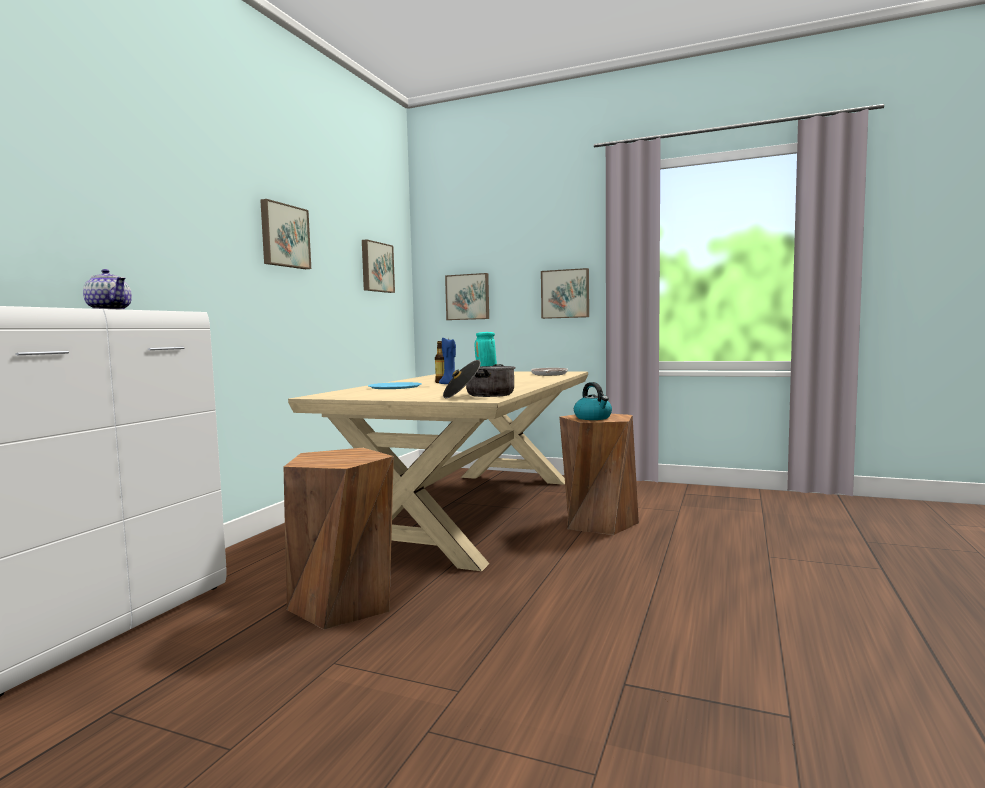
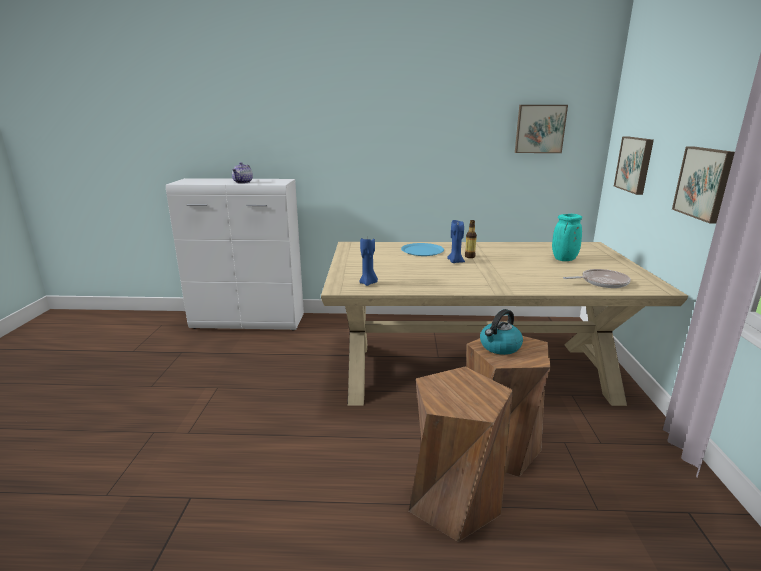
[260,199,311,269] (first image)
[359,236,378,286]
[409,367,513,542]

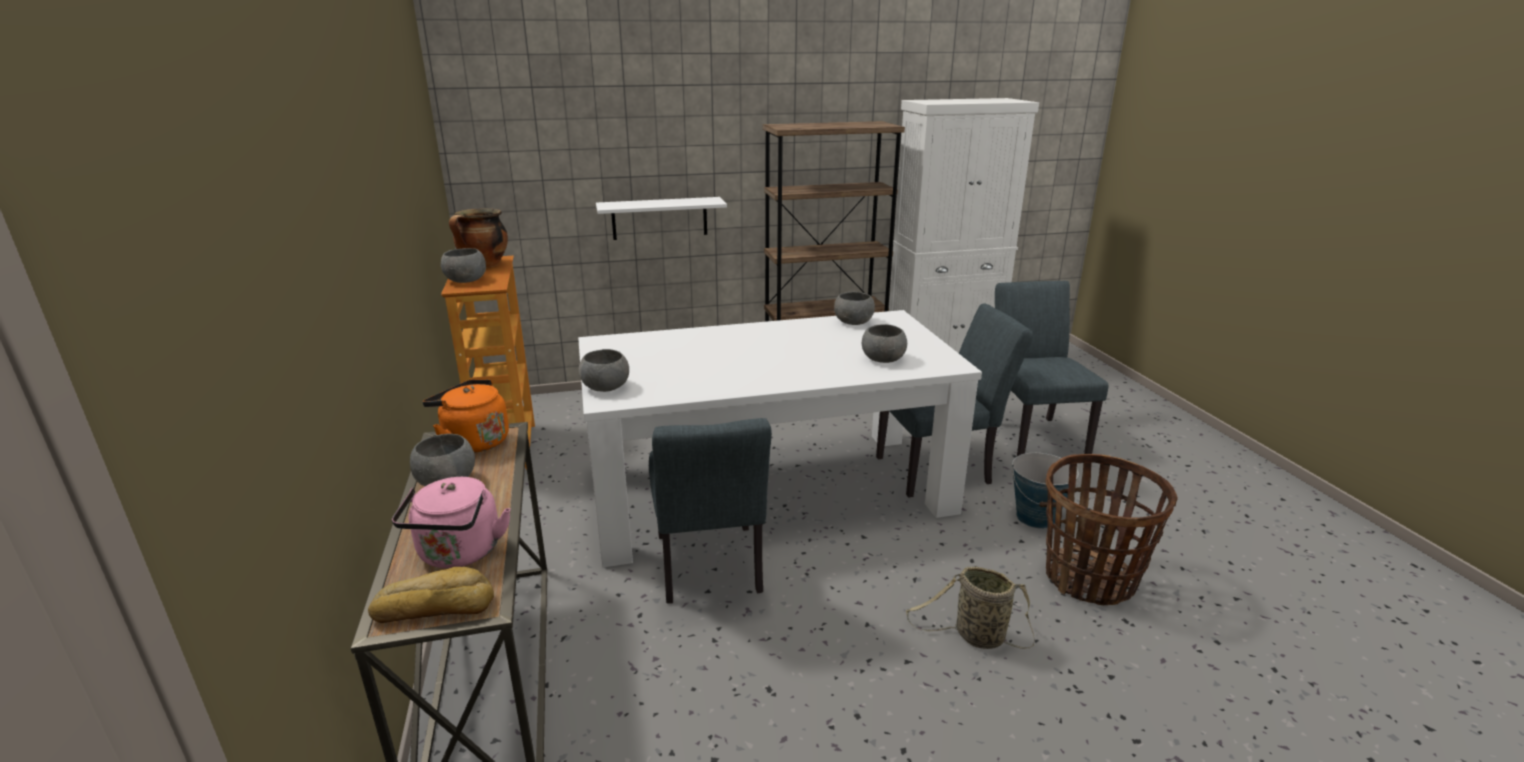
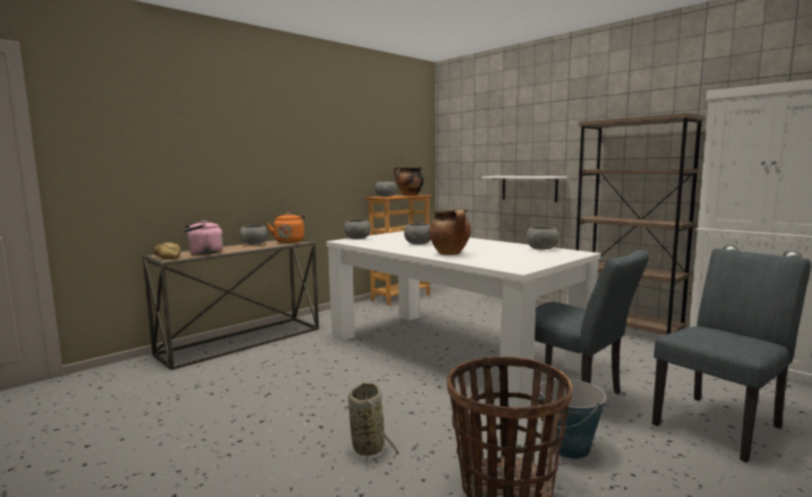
[404,223,431,245]
[649,418,772,603] (first image)
[429,209,471,255]

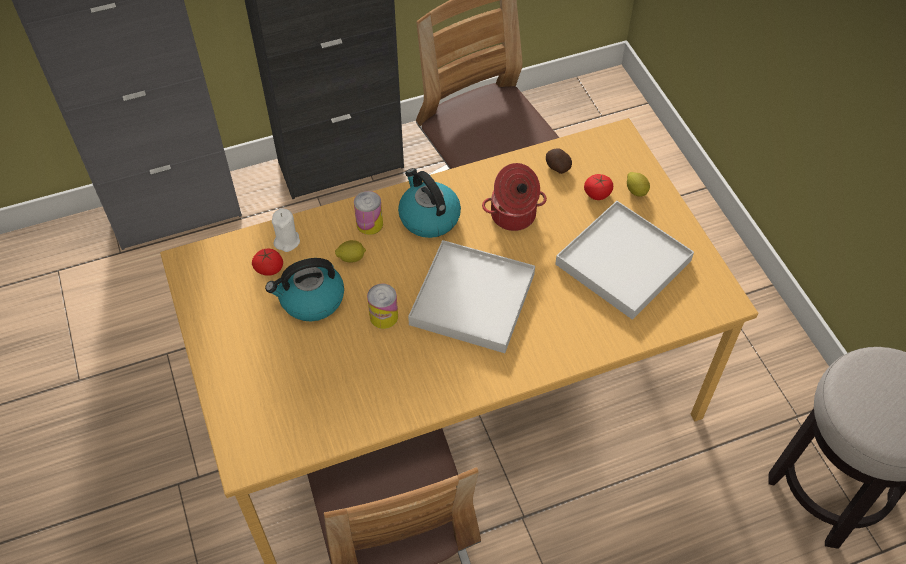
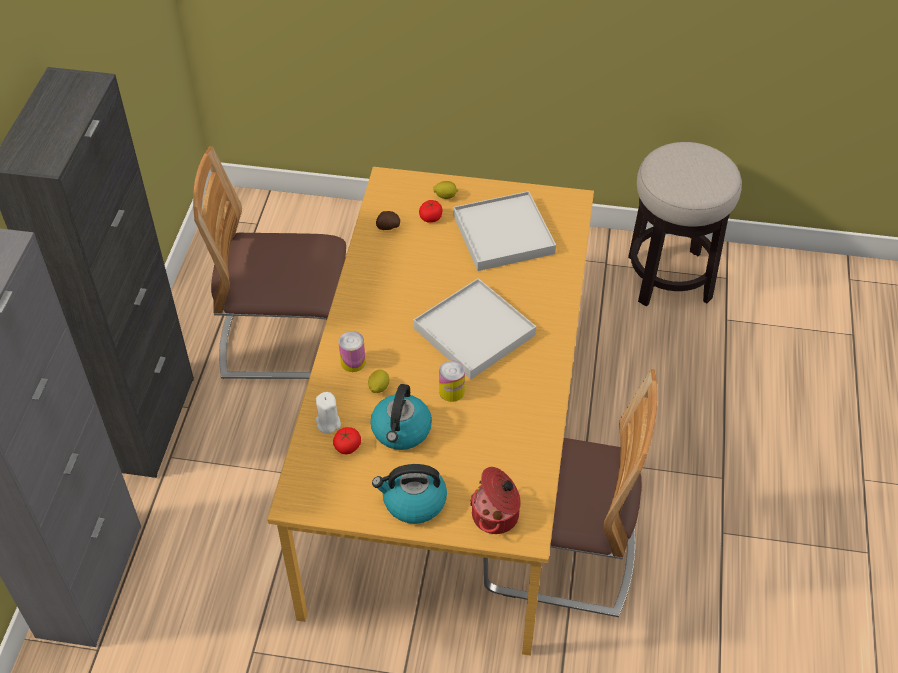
[470,467,521,534]
[372,464,447,524]

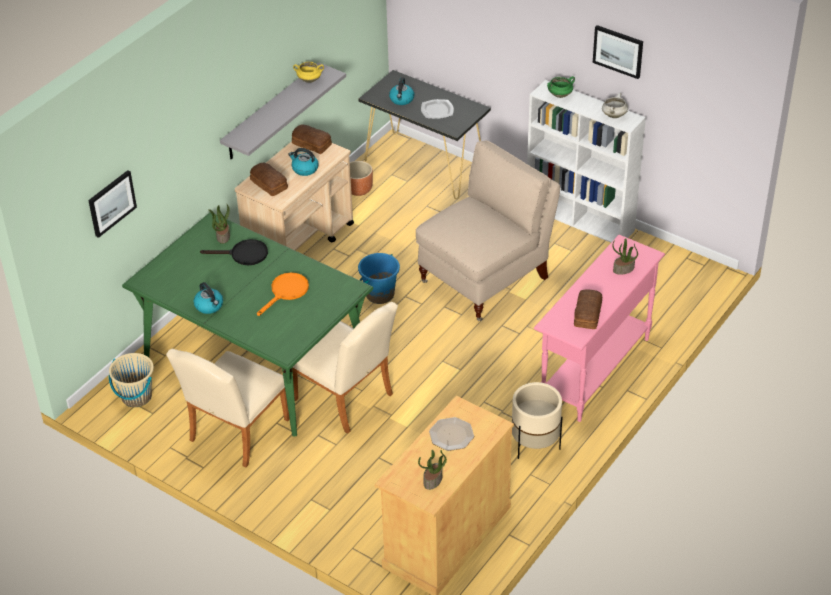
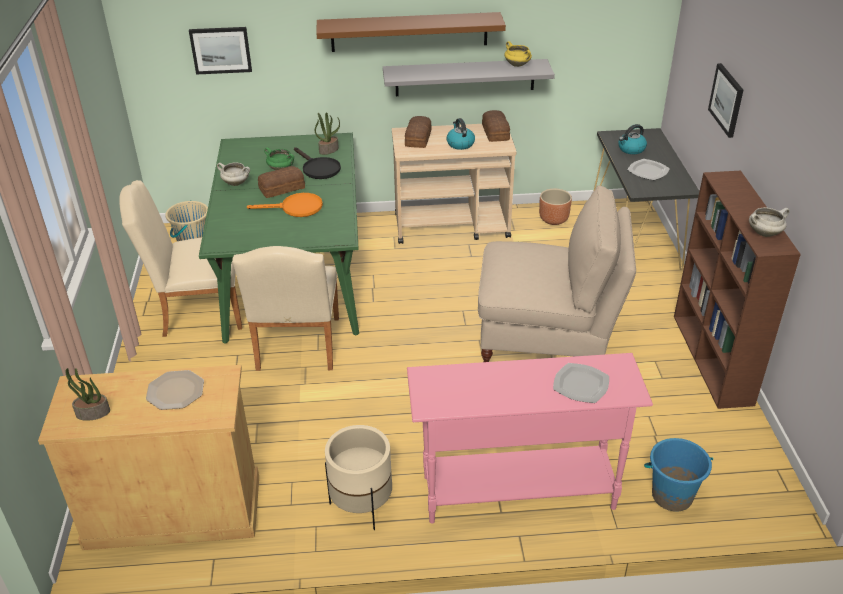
[708,63,743,138]
[264,147,294,170]
[674,171,801,409]
[553,363,609,403]
[644,438,713,512]
[217,162,250,186]
[258,166,305,198]
[316,12,506,52]

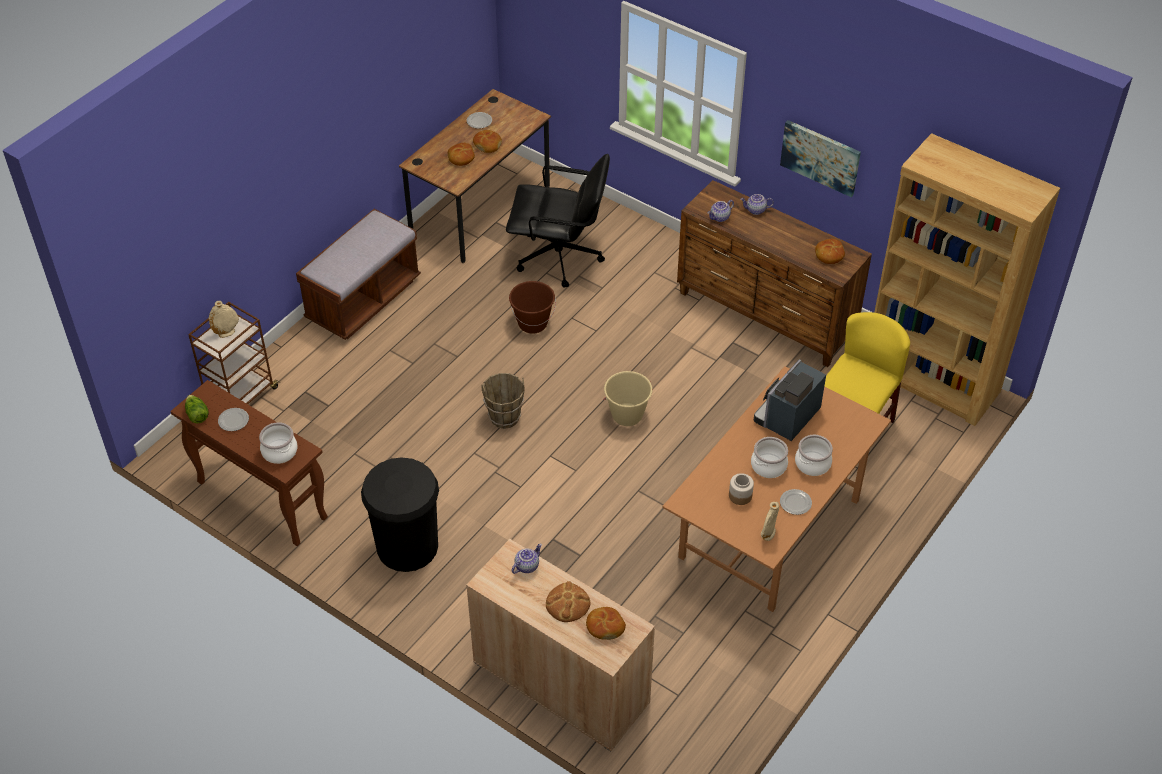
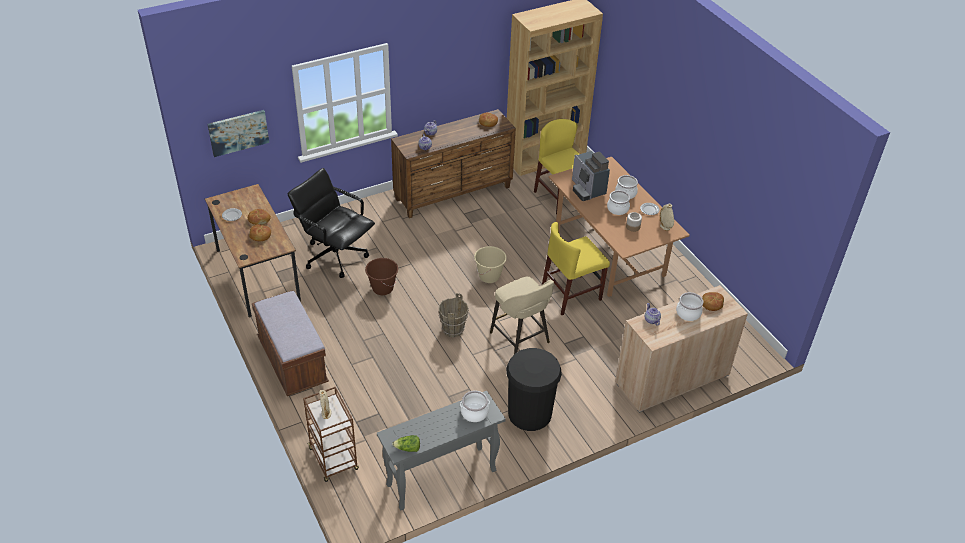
[207,110,269,157]
[288,168,375,278]
[377,391,506,511]
[218,408,249,431] (first image)
[676,292,704,321]
[542,222,610,315]
[490,276,554,354]

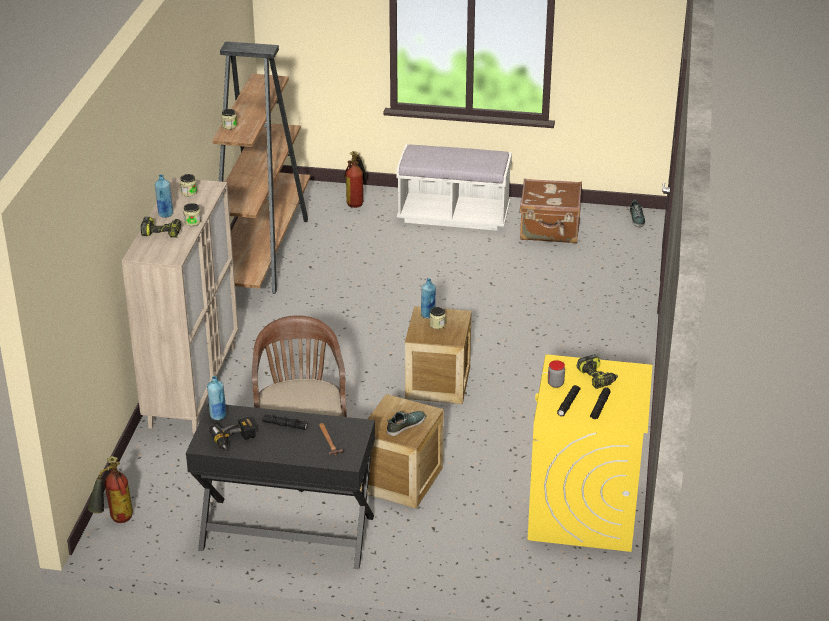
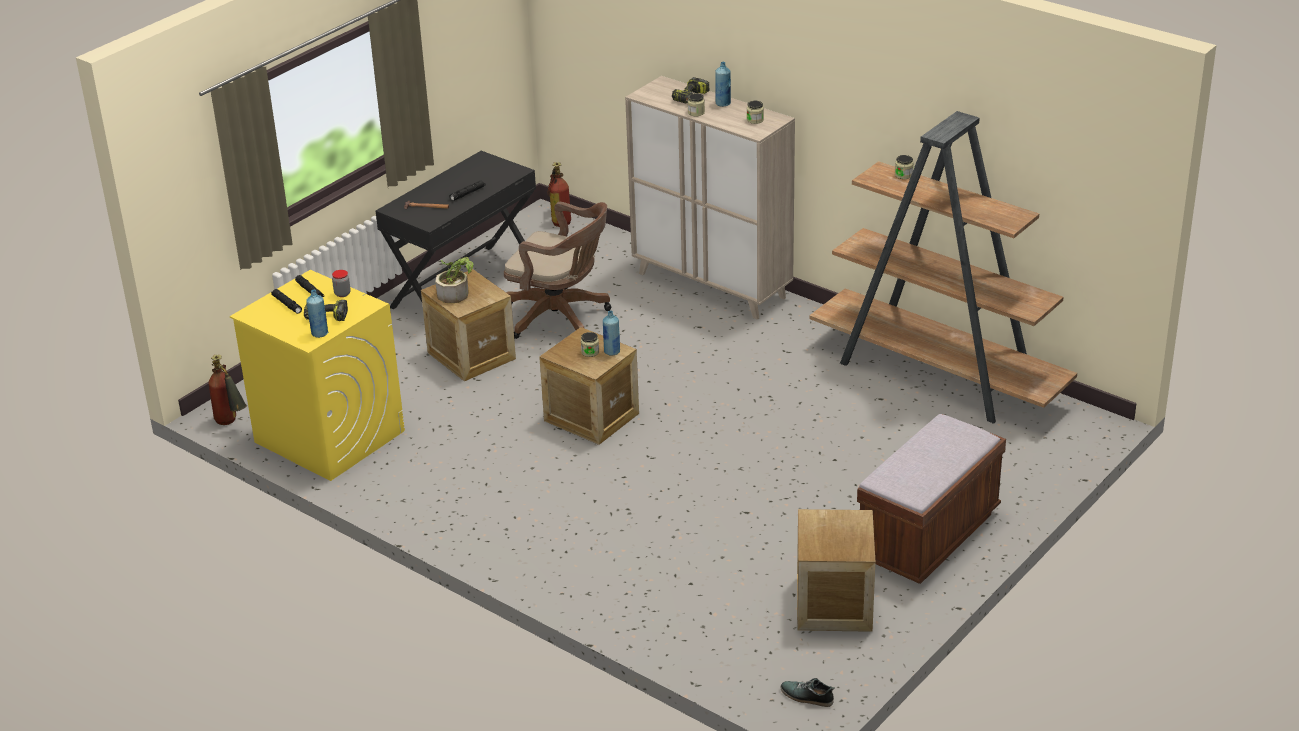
[857,414,1006,584]
[209,355,247,425]
[797,509,875,632]
[306,290,328,338]
[435,257,473,303]
[209,417,256,451] (first image)

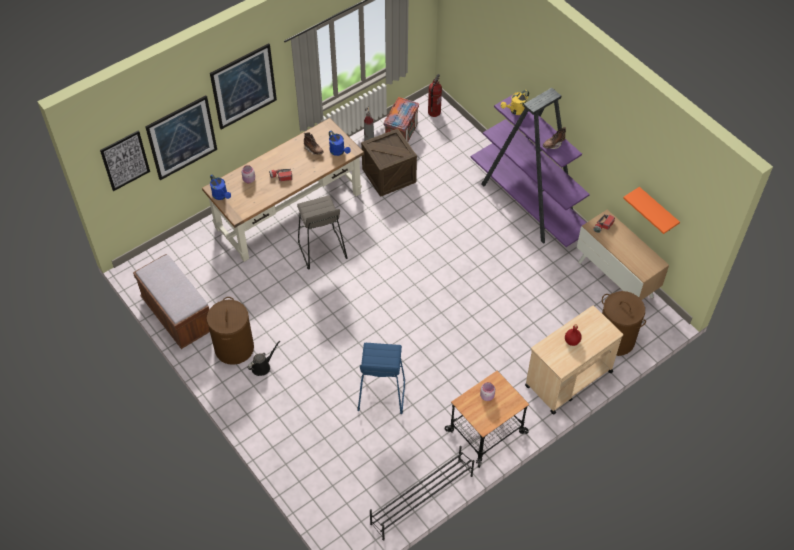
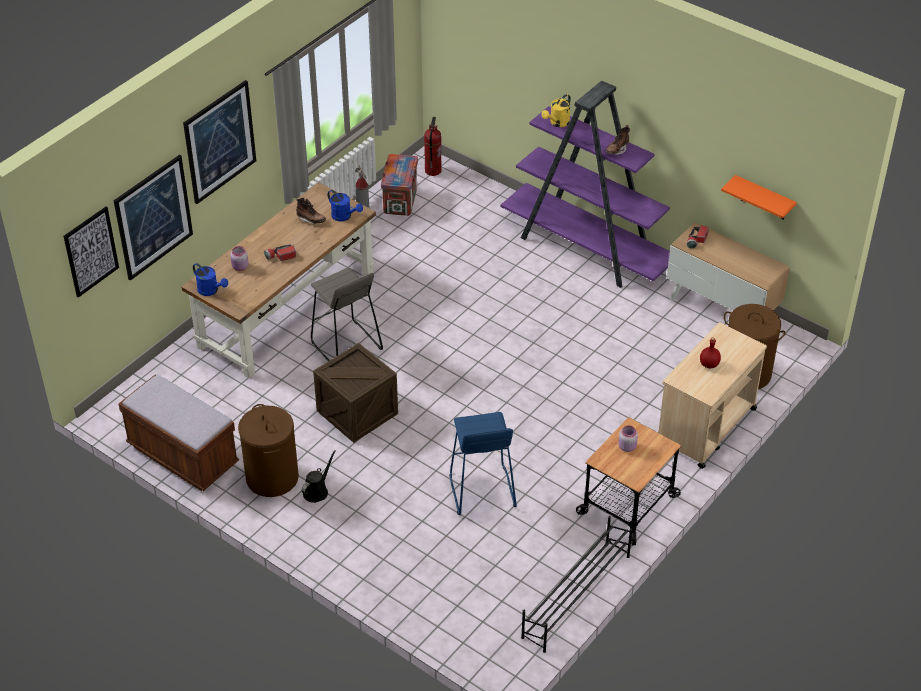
[313,343,398,443]

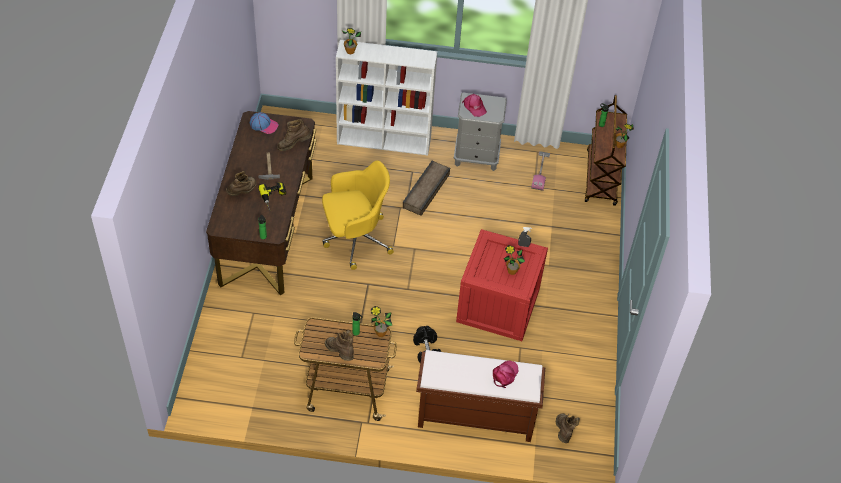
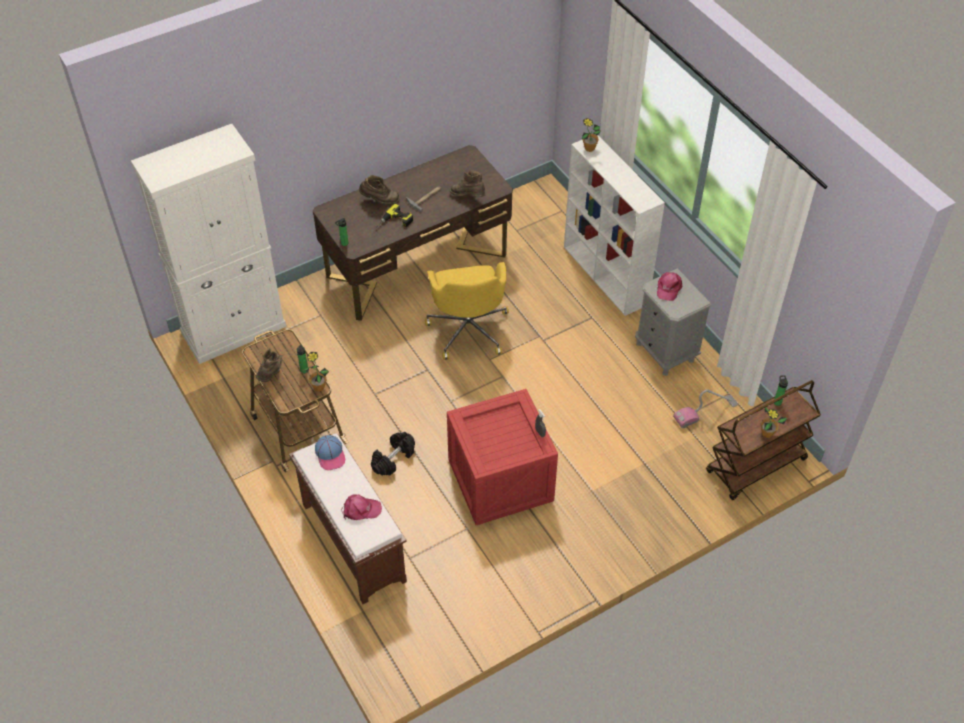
[315,435,345,470]
[425,262,509,360]
[403,161,450,216] (first image)
[504,245,525,275] (first image)
[556,413,580,443] (first image)
[131,124,286,364]

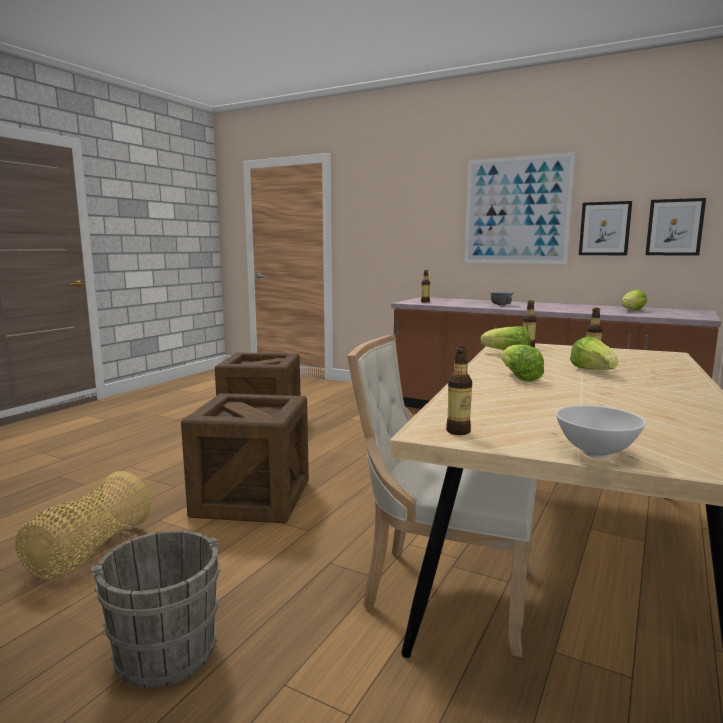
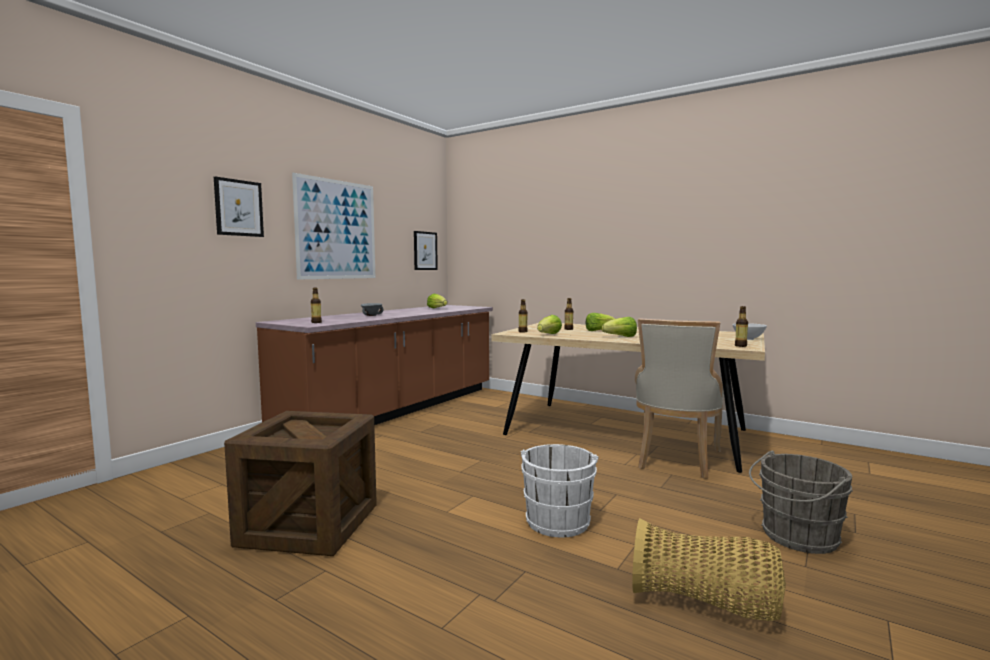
[214,177,264,237]
[520,444,599,538]

